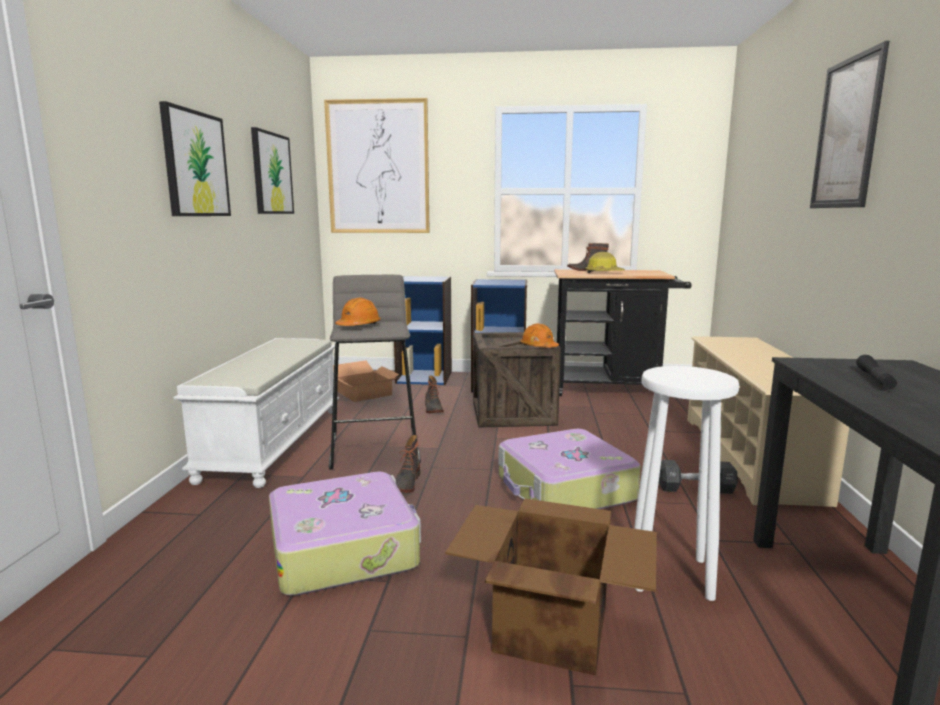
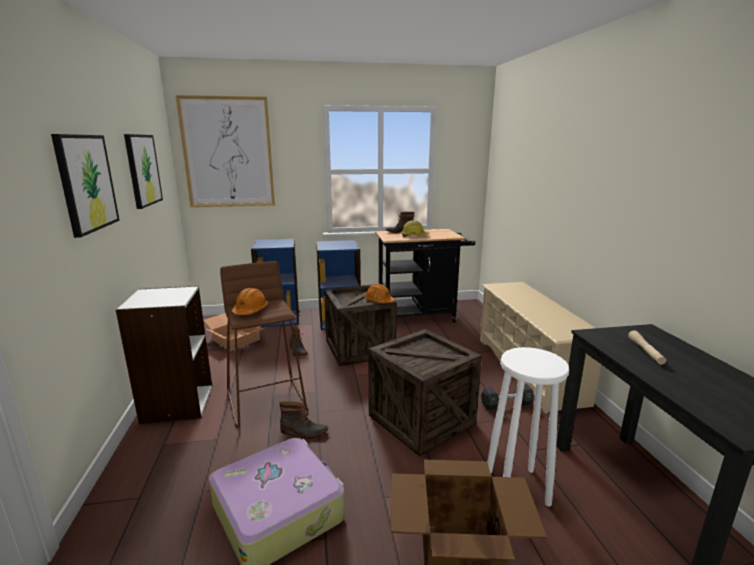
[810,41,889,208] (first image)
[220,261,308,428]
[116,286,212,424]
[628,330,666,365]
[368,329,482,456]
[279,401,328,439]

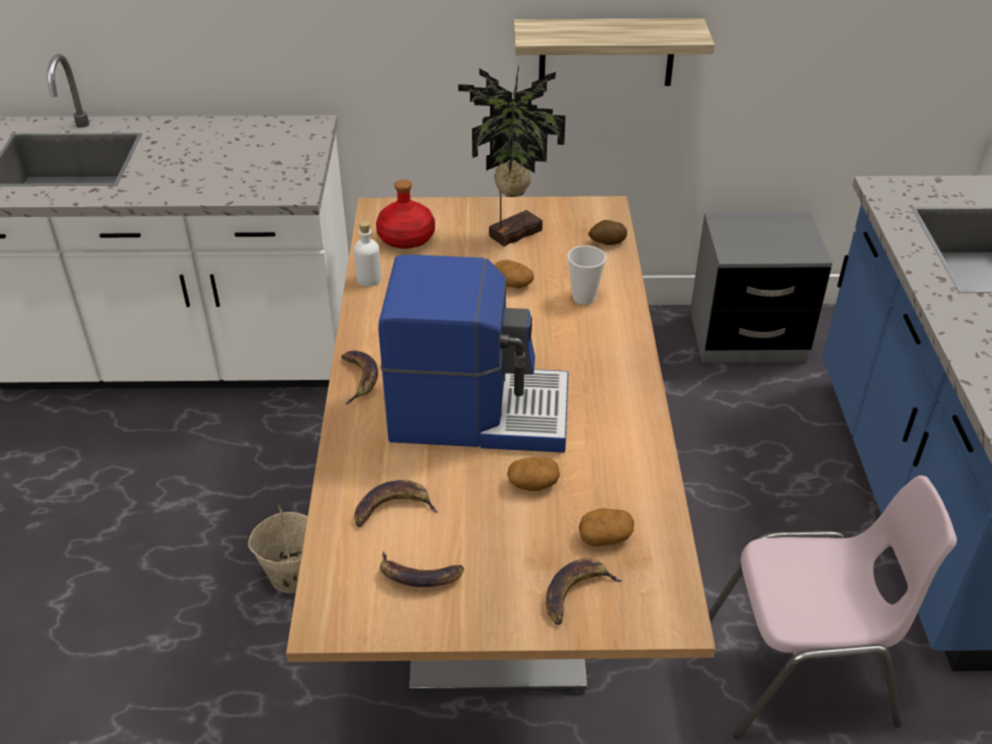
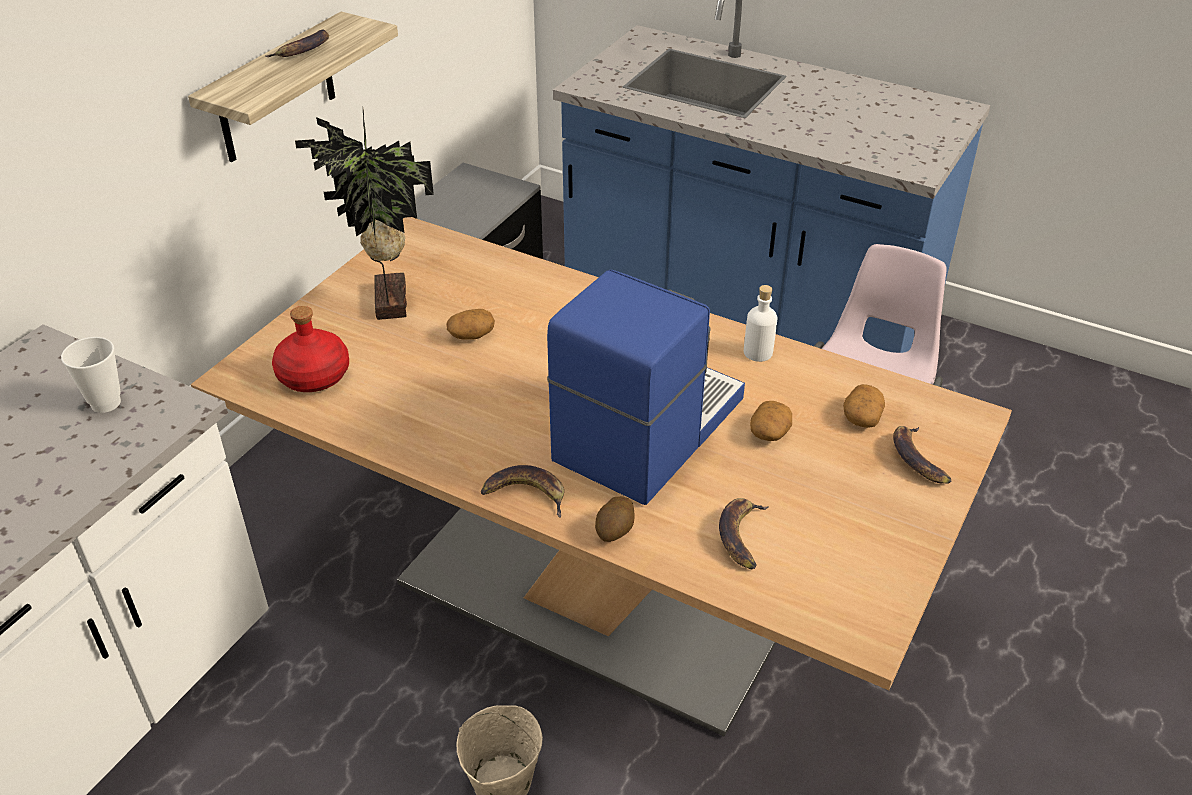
[595,496,634,542]
[744,285,778,362]
[61,337,121,413]
[265,30,329,57]

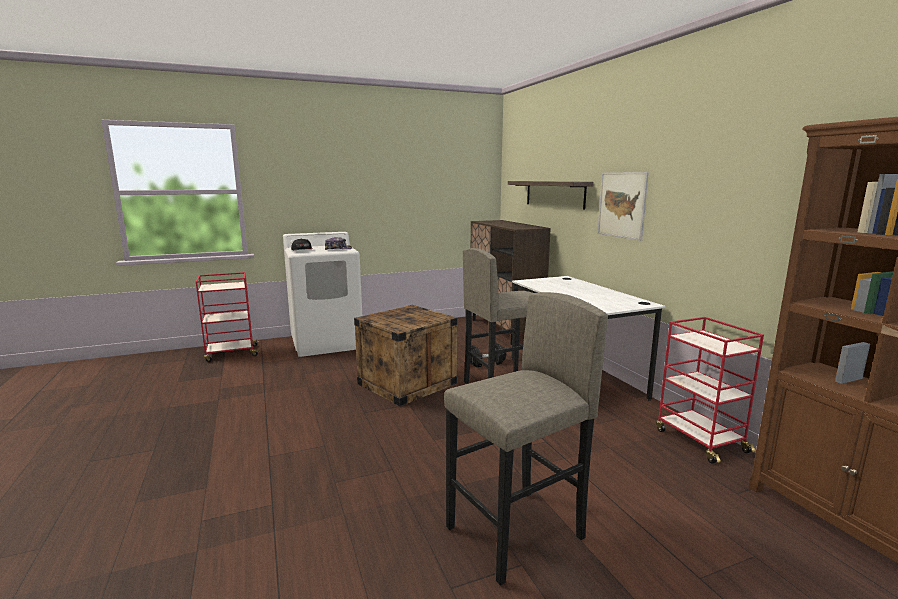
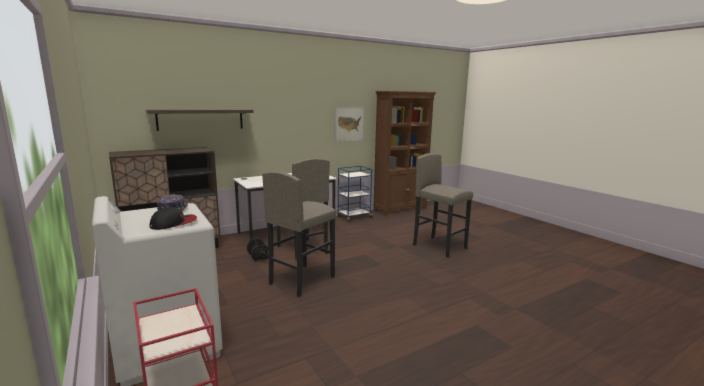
[334,107,365,142]
[262,172,336,297]
[337,166,374,222]

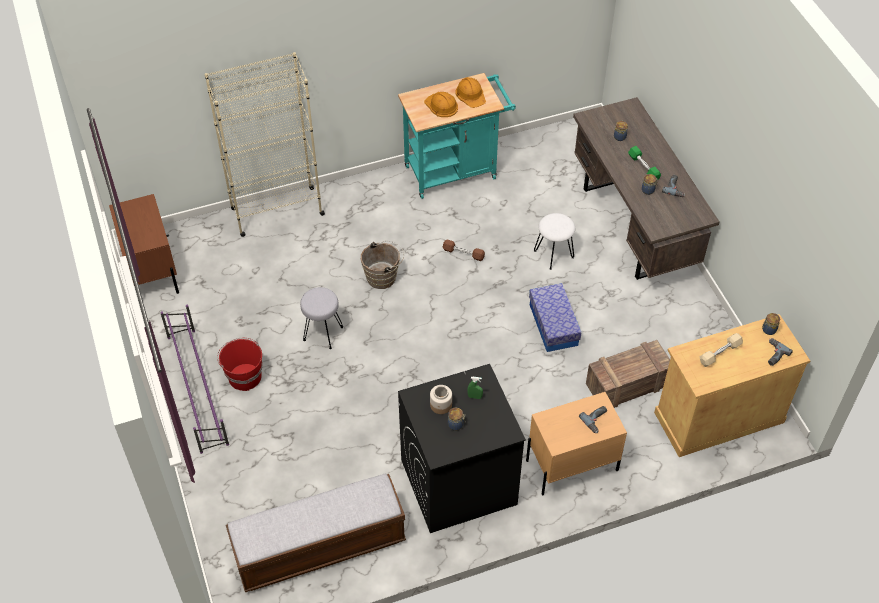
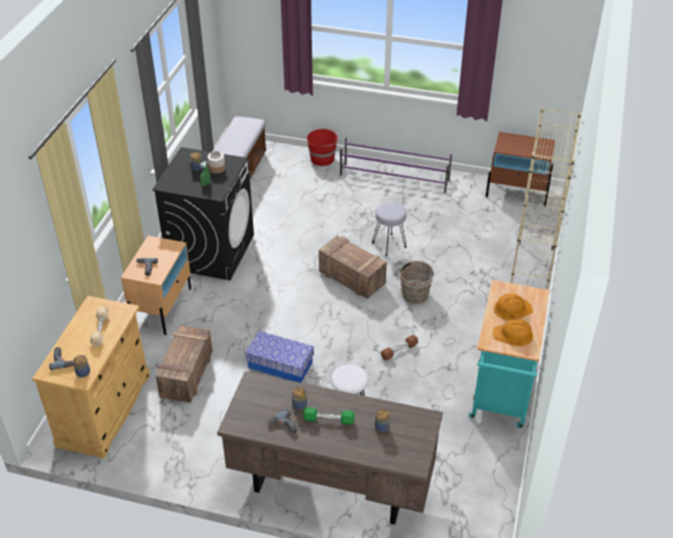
[307,128,339,166]
[319,235,387,299]

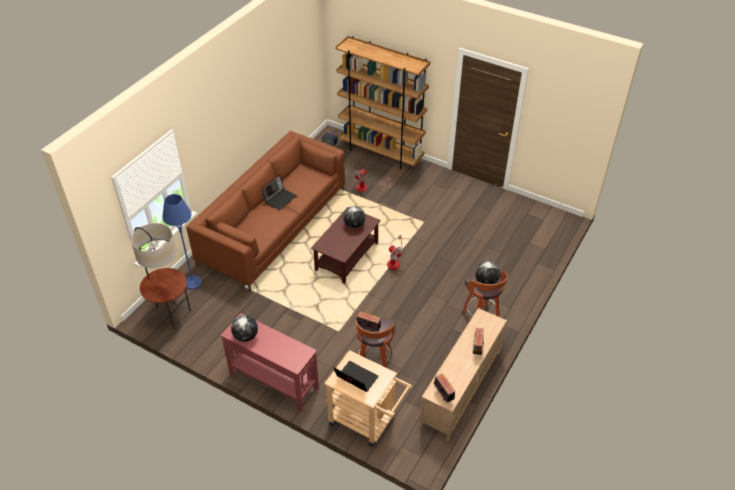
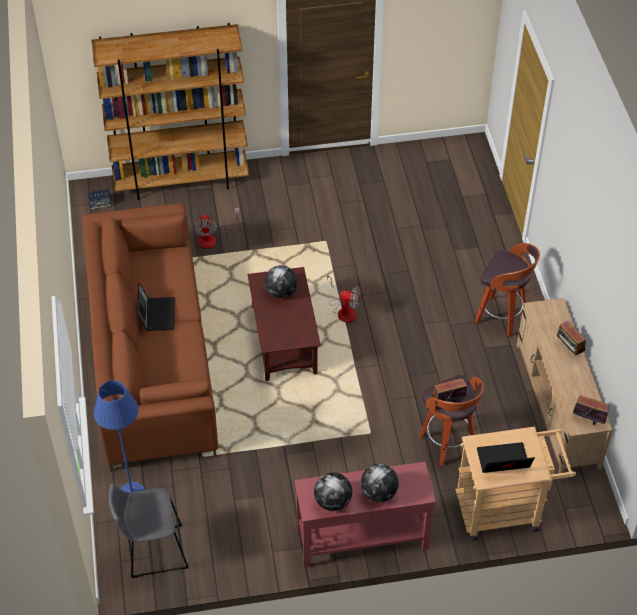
[108,483,189,578]
[361,464,399,502]

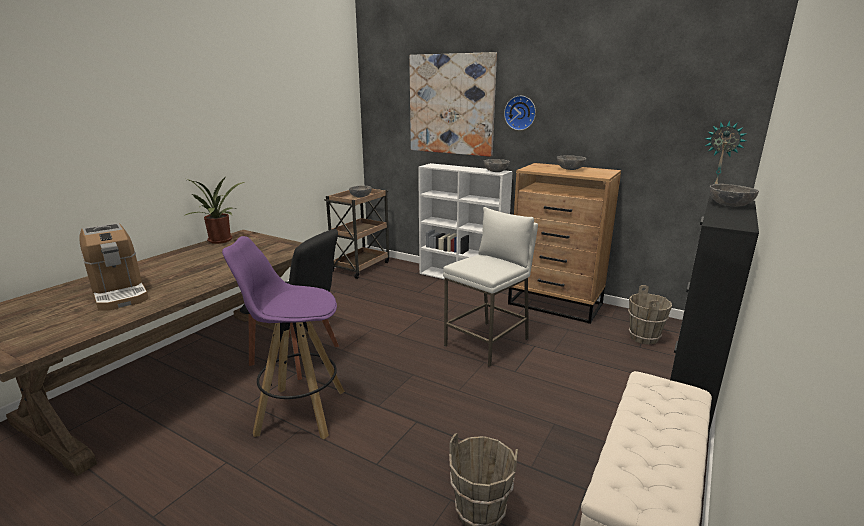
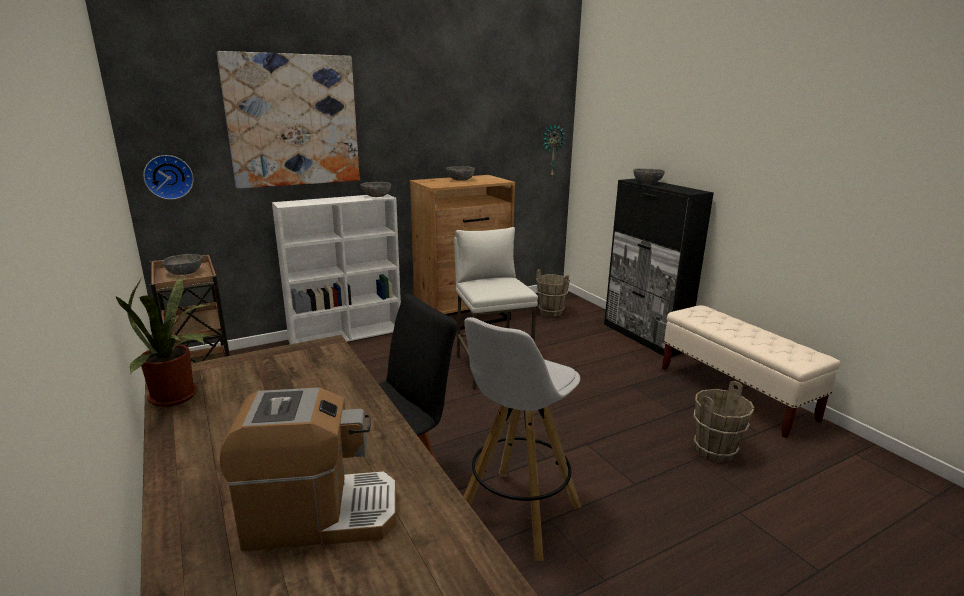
[143,155,194,200]
[463,317,581,561]

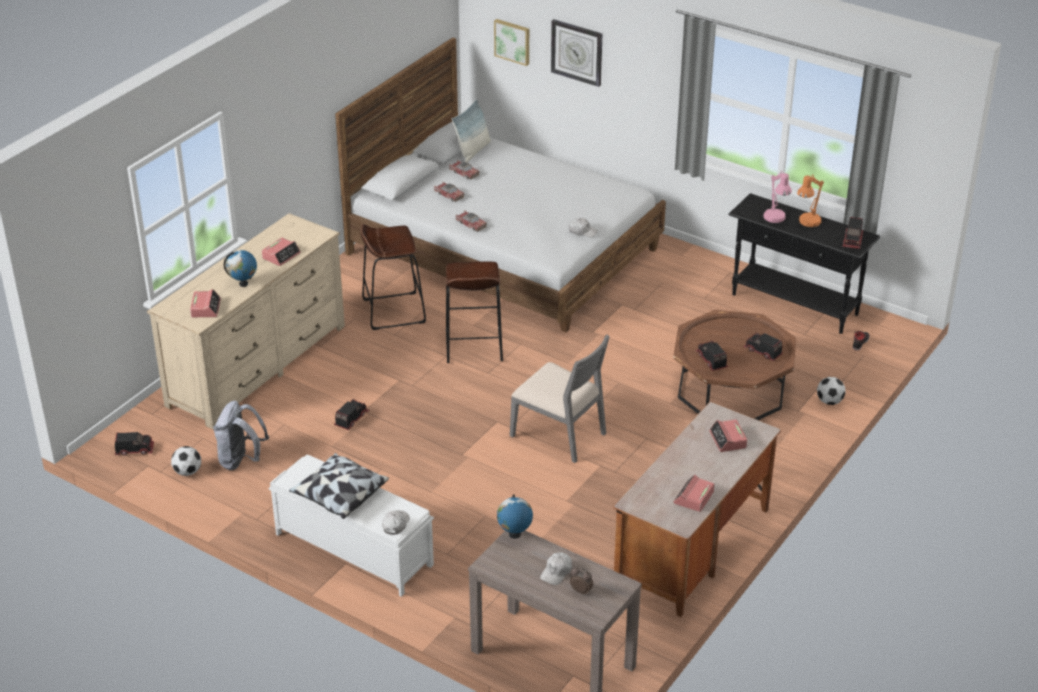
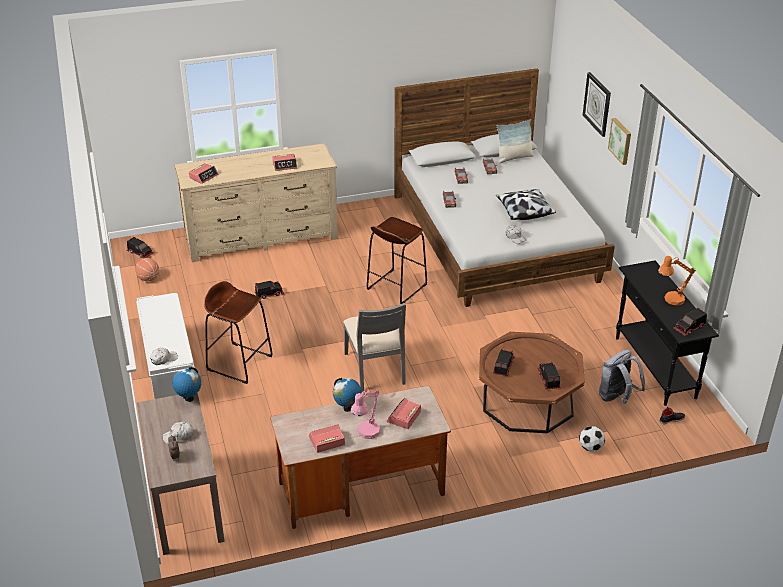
[608,118,631,165]
[351,390,381,439]
[204,281,273,384]
[333,378,362,412]
[599,350,645,404]
[135,258,159,281]
[496,189,556,220]

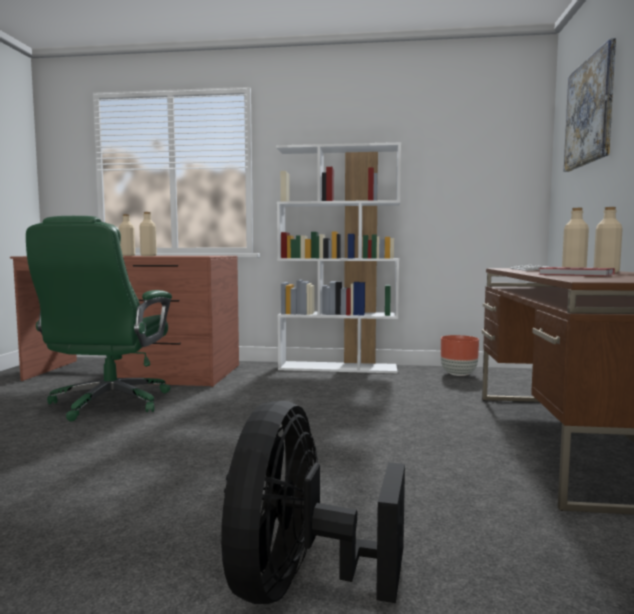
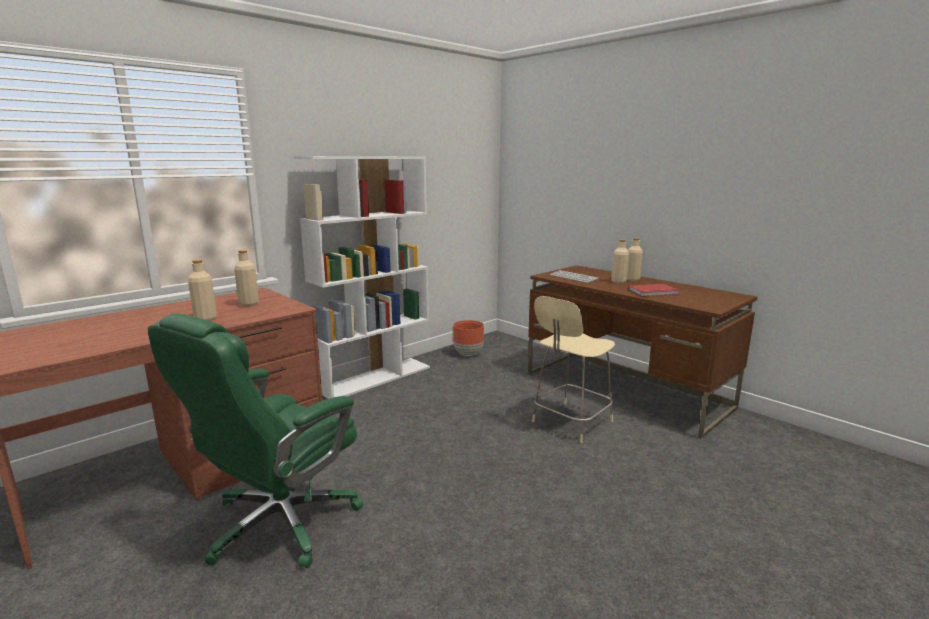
[564,38,616,172] (first image)
[234,250,259,306]
[148,313,364,568]
[221,401,405,604] (first image)
[532,296,615,443]

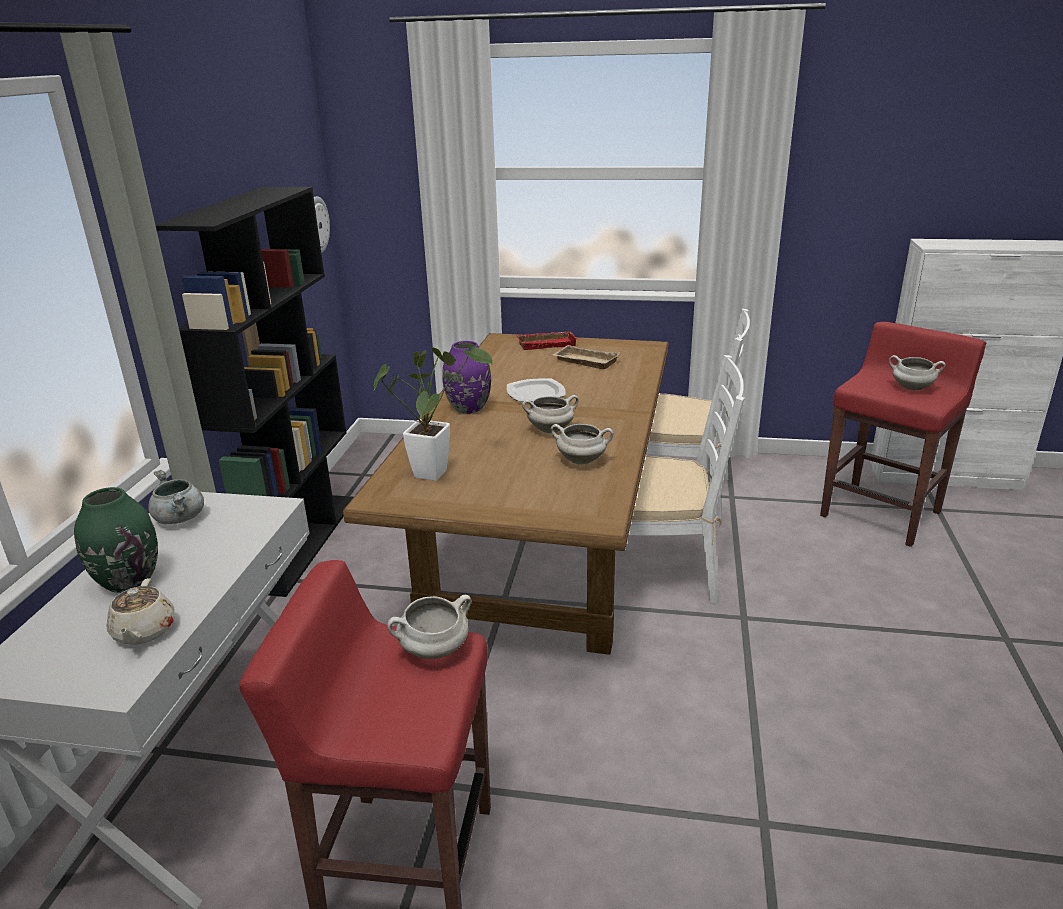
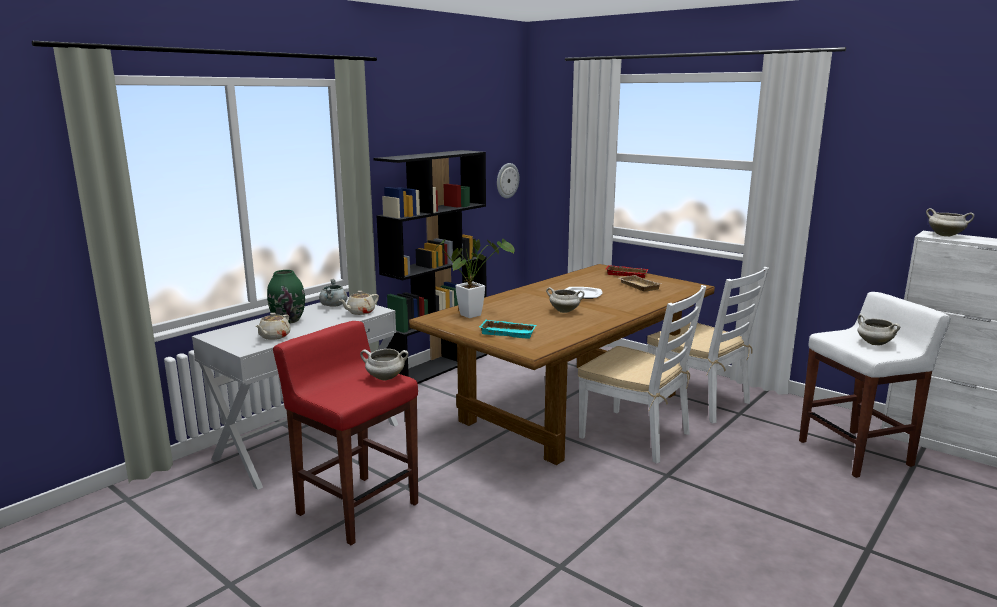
[799,292,951,478]
[442,341,491,414] (first image)
[926,208,974,236]
[339,291,379,315]
[479,320,536,339]

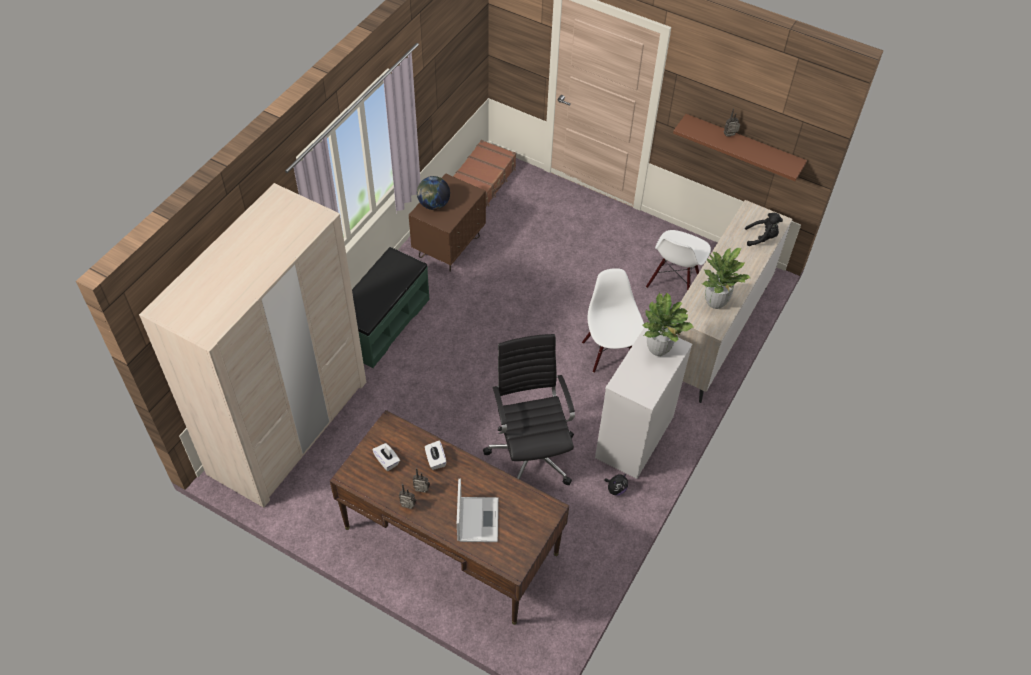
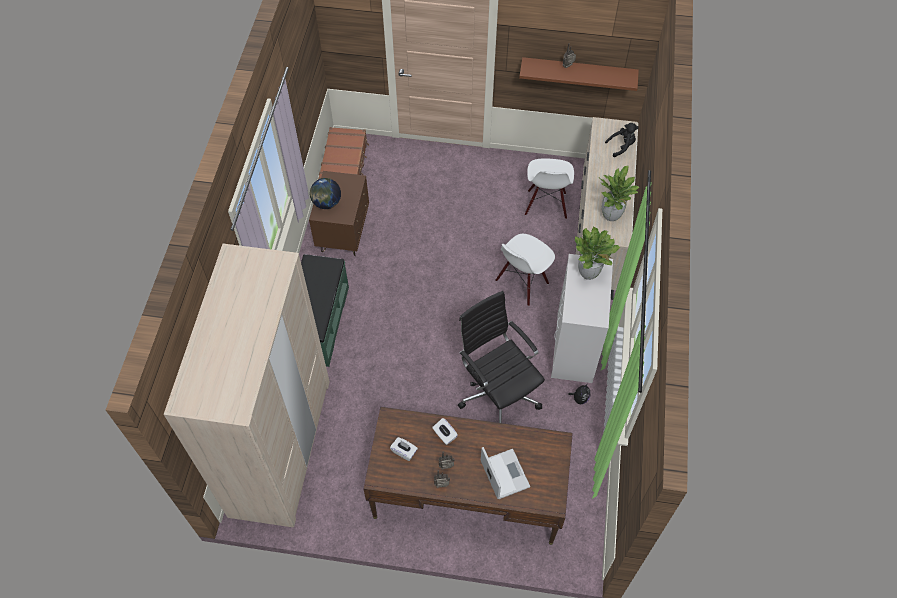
[495,234,555,306]

